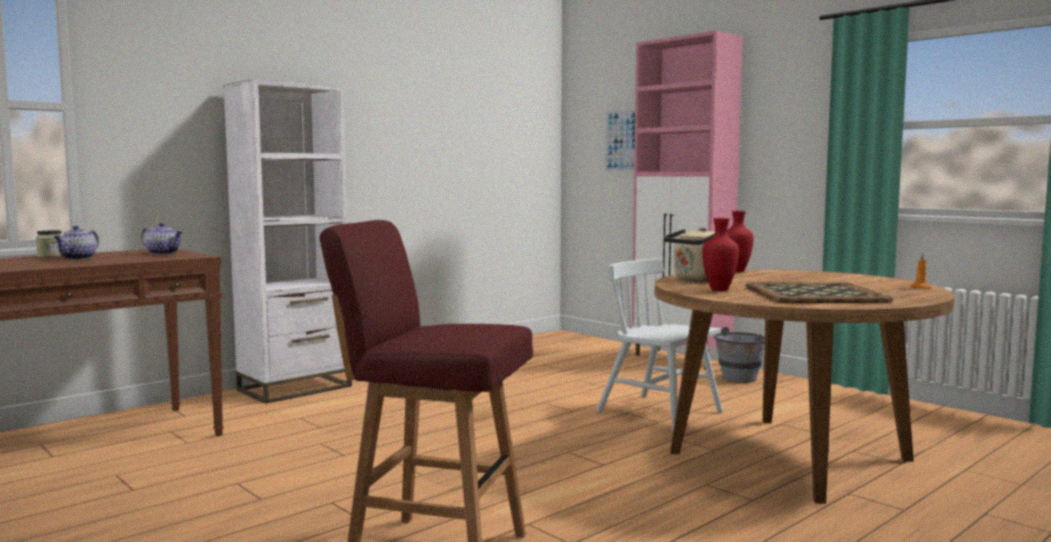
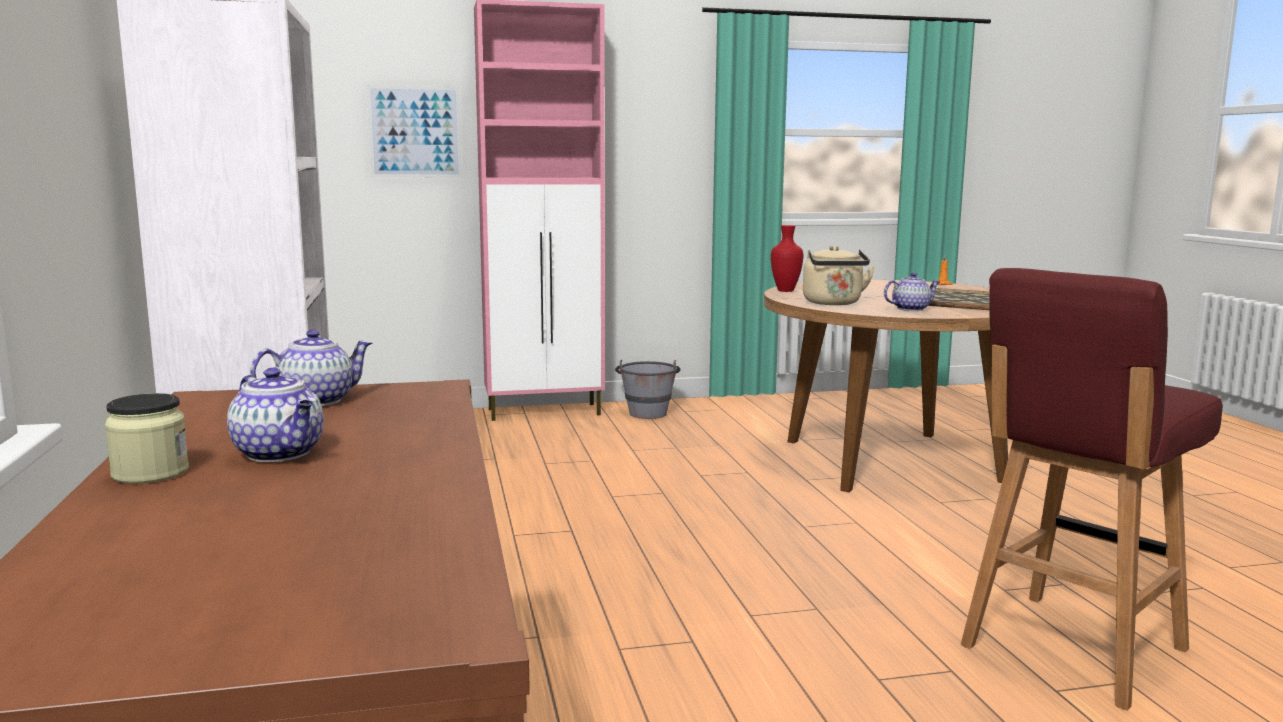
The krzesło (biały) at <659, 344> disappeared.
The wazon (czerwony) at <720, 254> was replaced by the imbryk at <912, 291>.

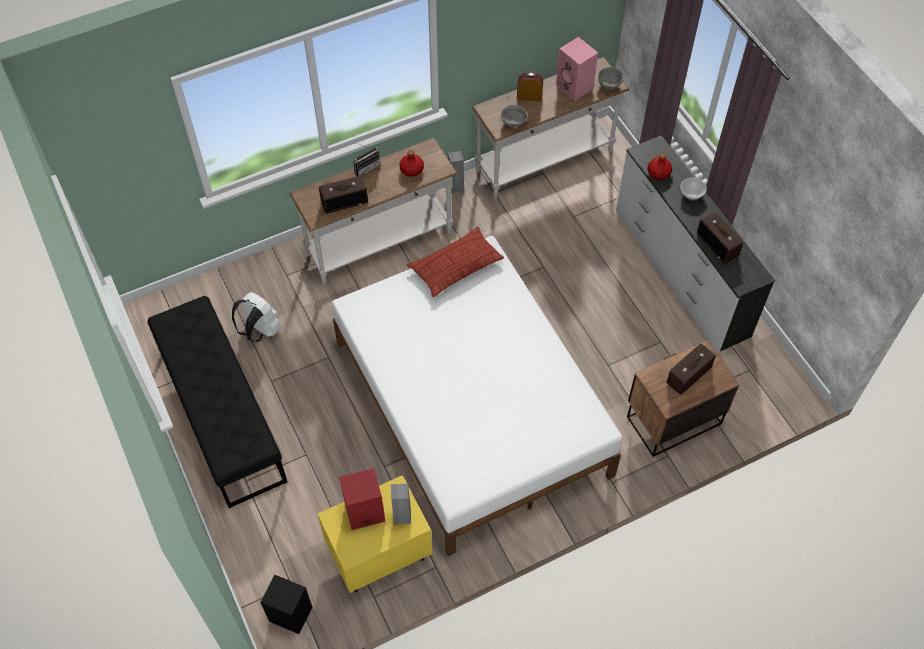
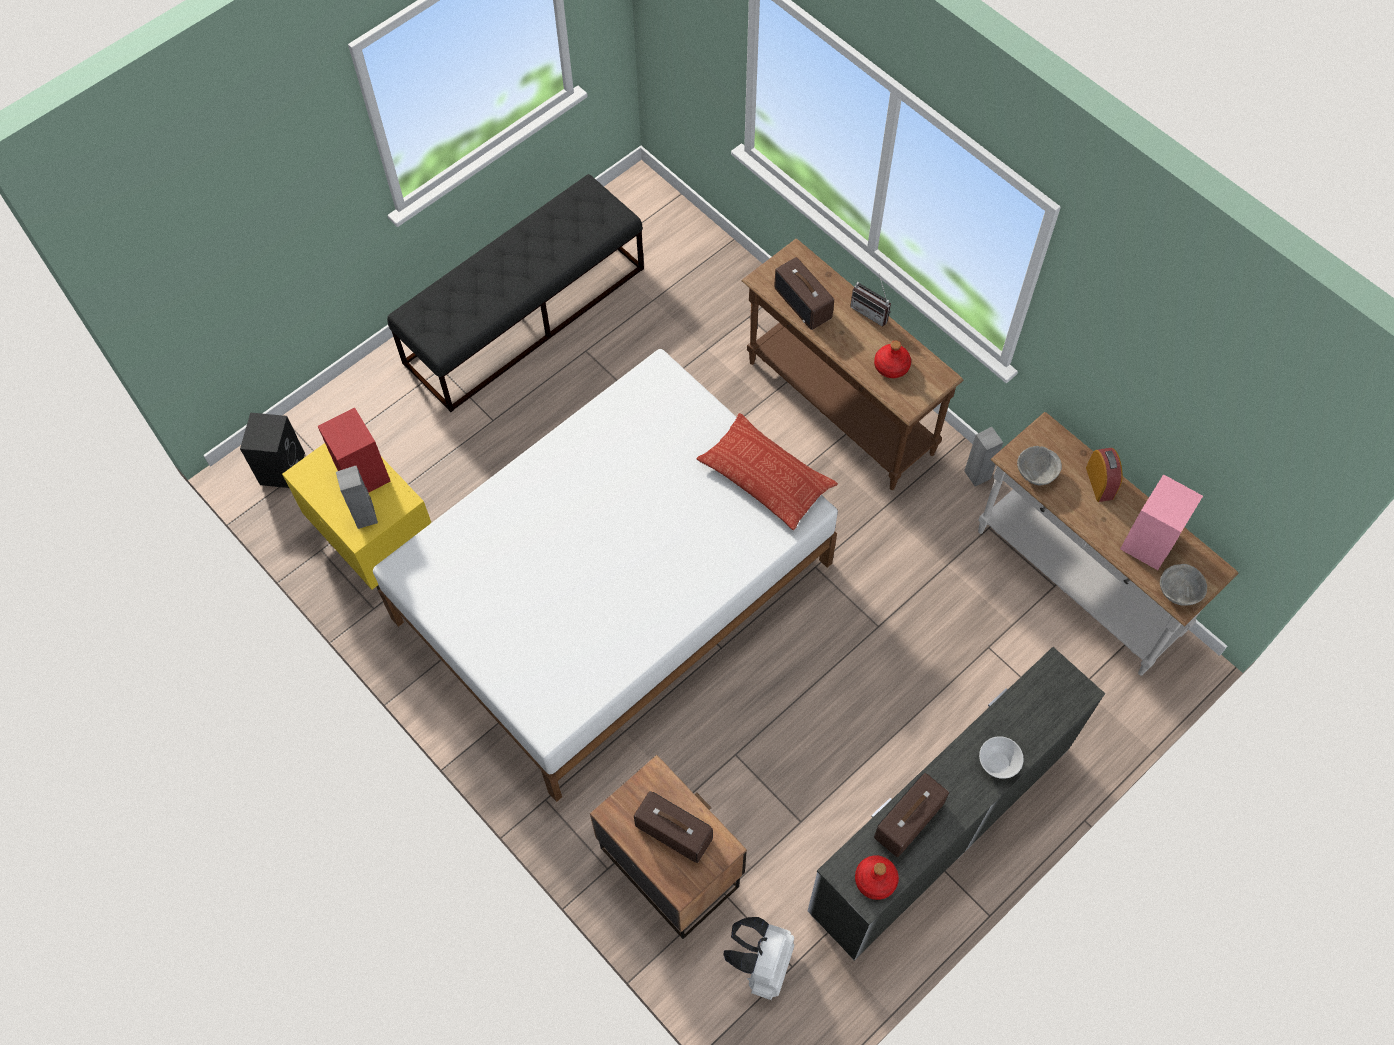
The plecak (biały) moved from <257, 317> to <759, 958>.
The stolik konsolowy (biały) at <374, 211> became the stolik konsolowy (brązowy) at <852, 364>.
The butelka (czerwony) moved from <660, 166> to <877, 878>.

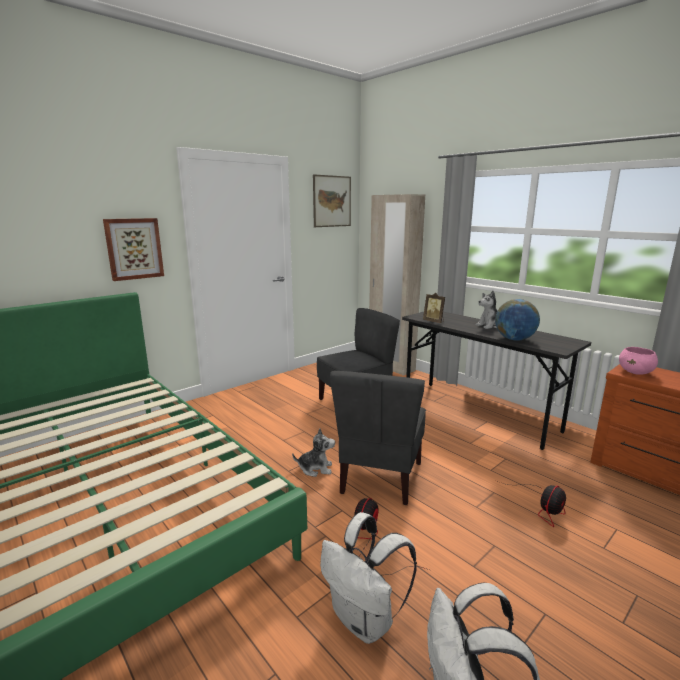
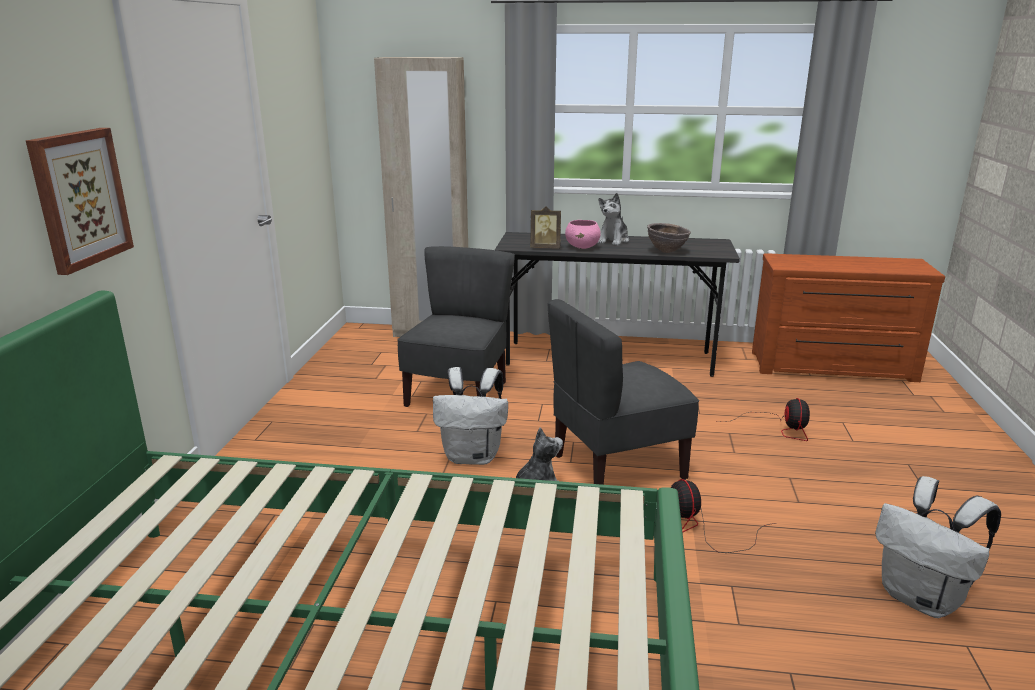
The obraz at <332, 200> disappeared.
The plecak (biały) moved from <368, 578> to <470, 416>.
The krzesło (szary) at <378, 438> turned 90 degrees clockwise.
The globus at <517, 320> was replaced by the miska (brązowy) at <669, 238>.
The miska (różowy) moved from <638, 361> to <583, 234>.

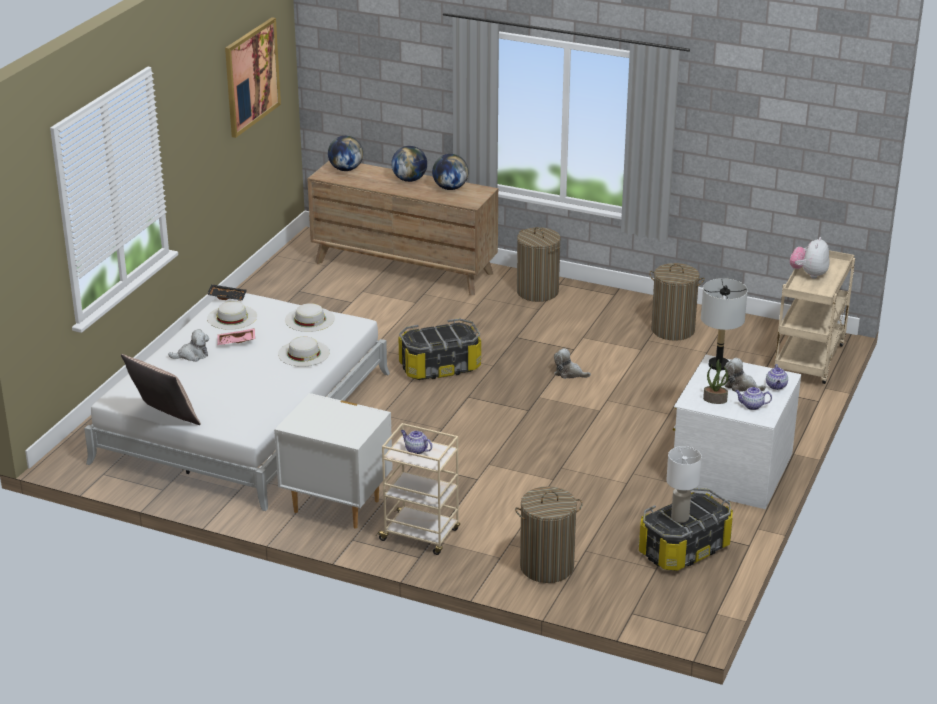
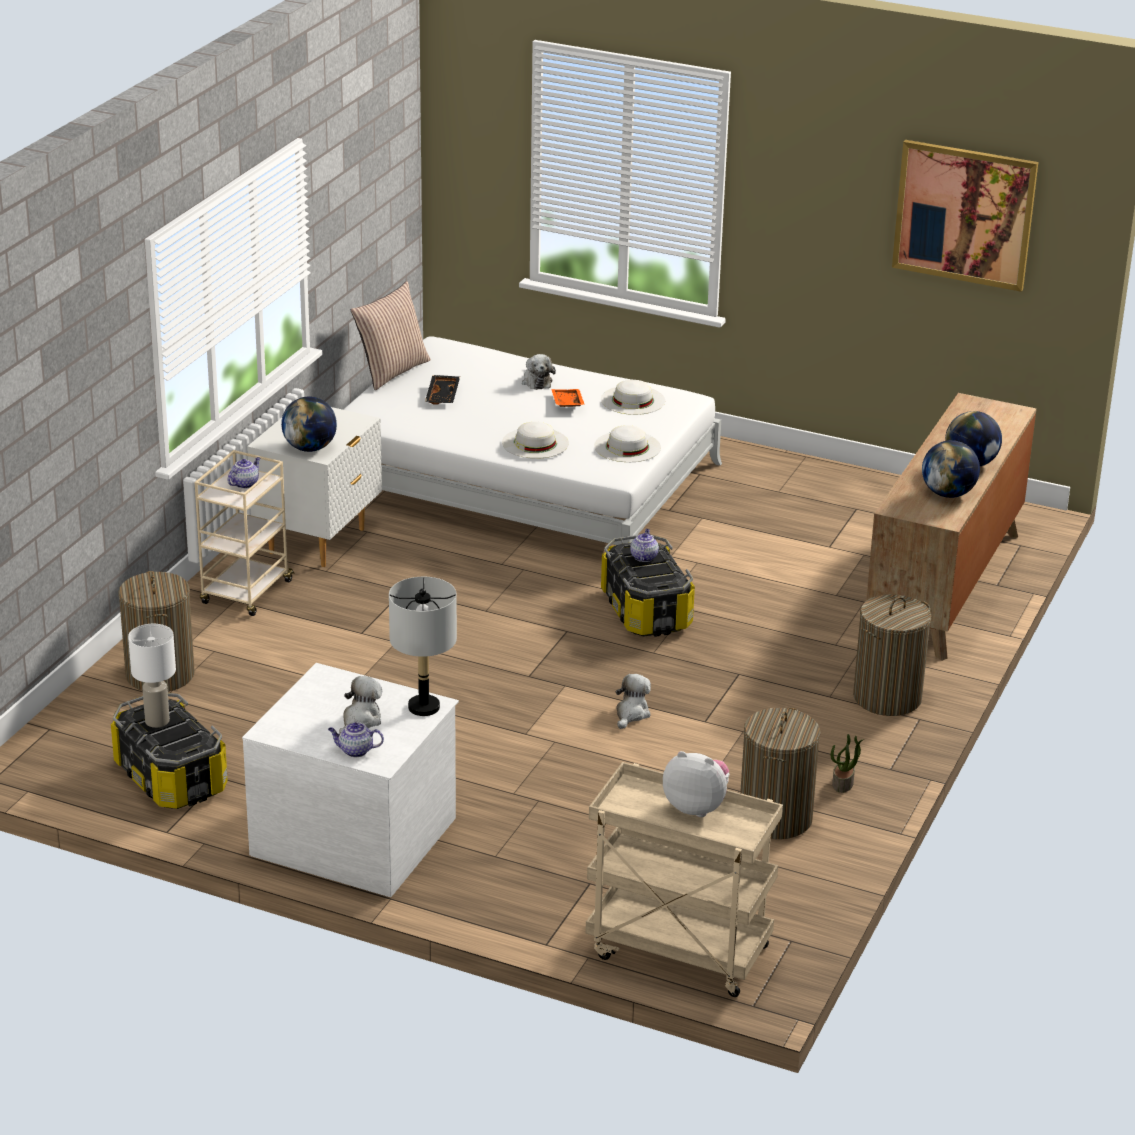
The taca (czarny) moved from <227, 292> to <442, 390>.
The taca (różowy) at <236, 336> became the taca (pomarańczowy) at <568, 398>.
The globus moved from <345, 153> to <309, 424>.
The roślina doniczkowa moved from <715, 381> to <847, 763>.
The imbryk moved from <753, 398> to <644, 545>.

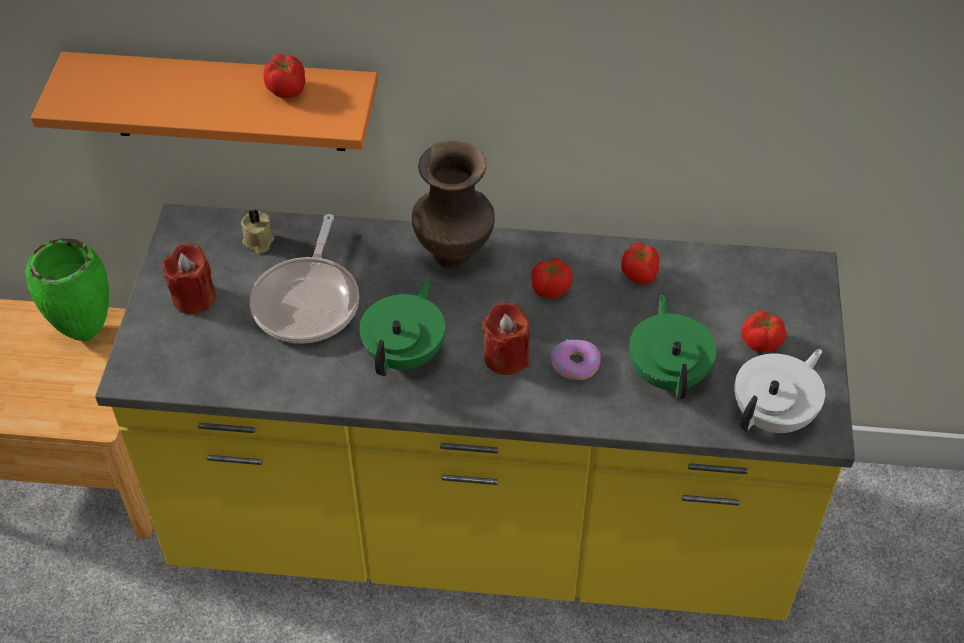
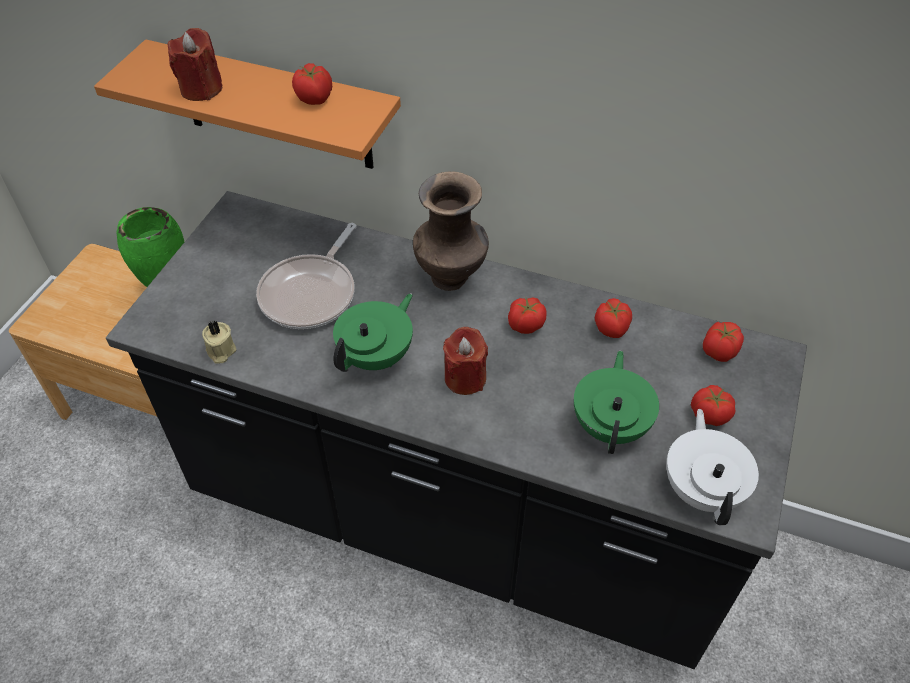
The zabudowa kuchenna (żółty) at <475, 412> became the zabudowa kuchenna (czarny) at <456, 430>.
The świeca (czerwony) moved from <189, 278> to <194, 64>.
The świeca (beżowy) moved from <257, 231> to <219, 342>.
The donut at <576, 359> disappeared.
The imbryk (biały) at <780, 391> turned 60 degrees counterclockwise.
The pomidor at <723, 342> appeared.

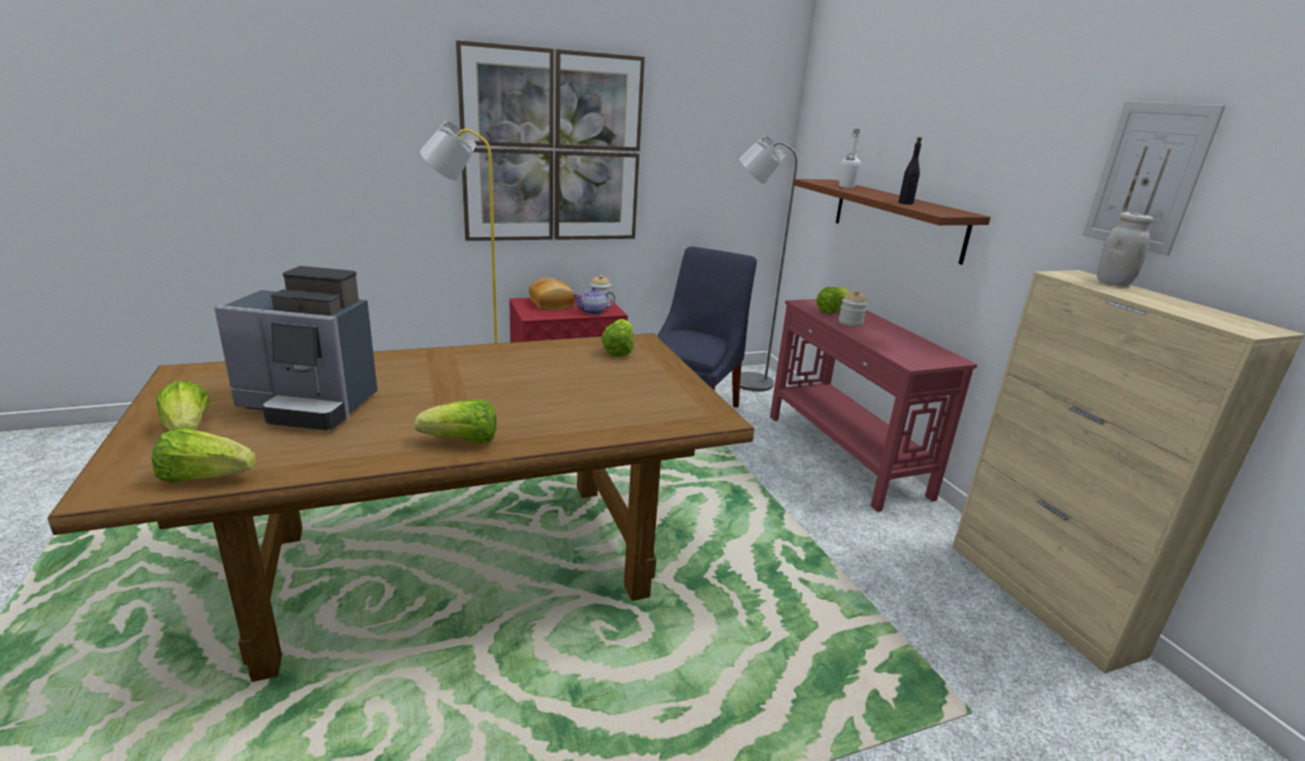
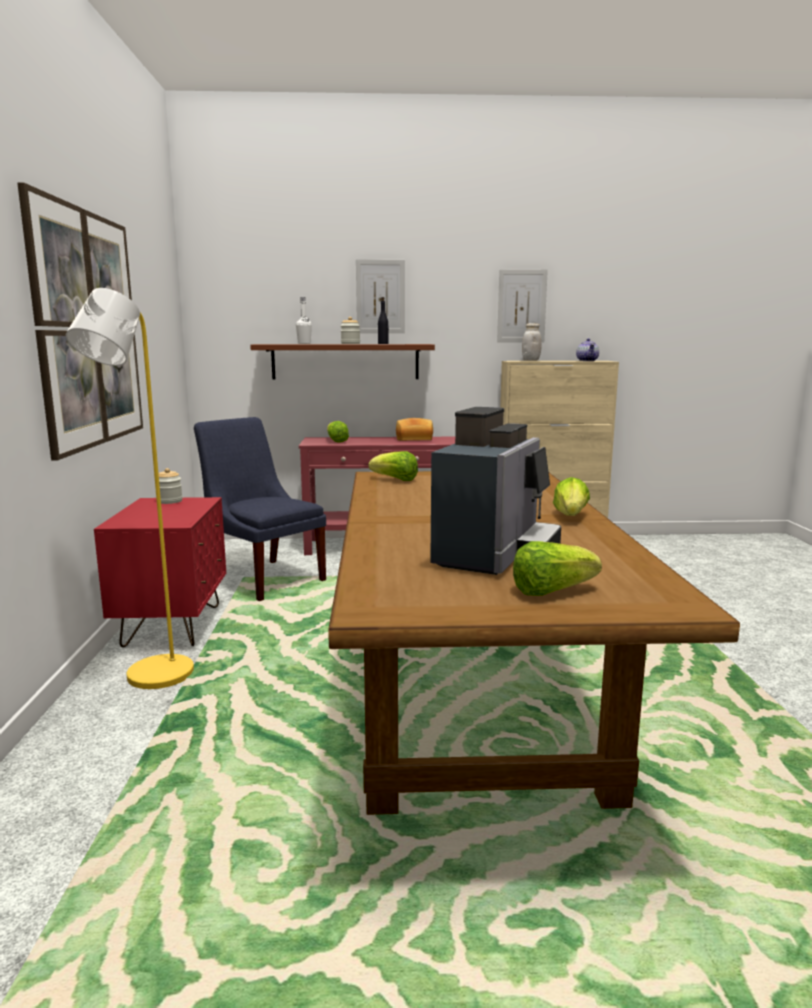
The sałata at <204, 455> disappeared.
The chleb moved from <552, 294> to <414, 429>.
The imbryk moved from <593, 301> to <587, 349>.
The lampa stojąca (szary) at <768, 263> disappeared.
The słoik moved from <853, 308> to <350, 330>.
The obraz at <380, 296> appeared.

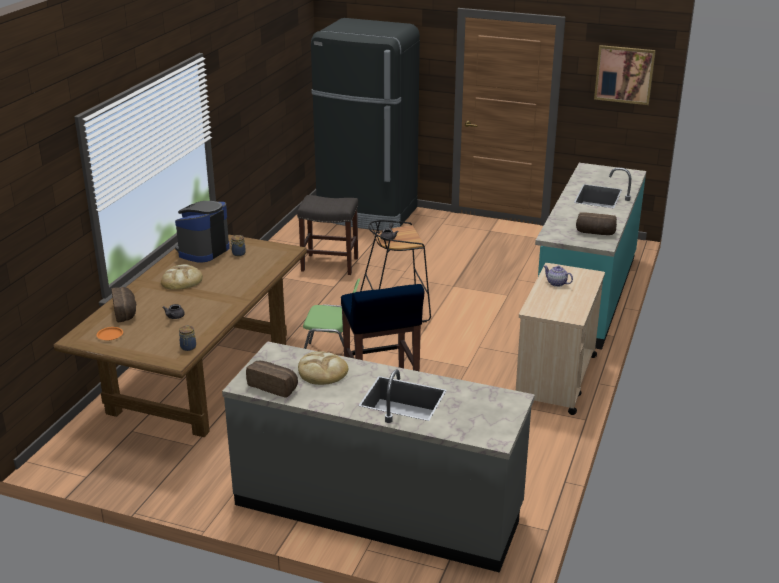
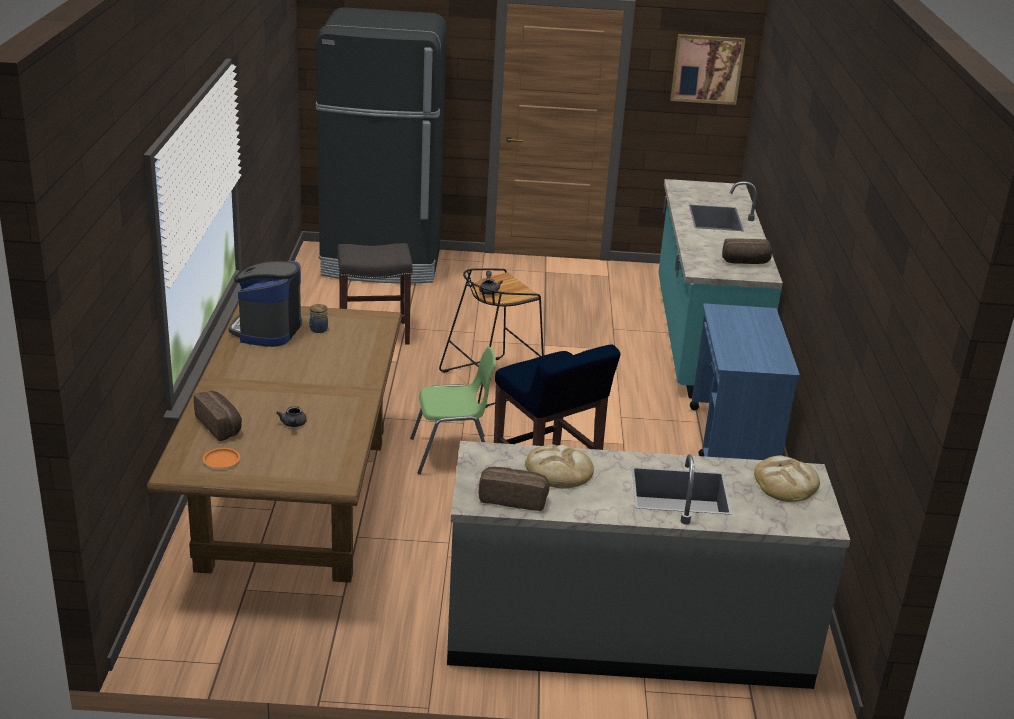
The chleb moved from <182, 277> to <787, 479>.
The słoik at <187, 338> disappeared.
The wózek (beżowy) at <560, 339> became the wózek (niebieski) at <745, 382>.
The imbryk at <558, 276> disappeared.

